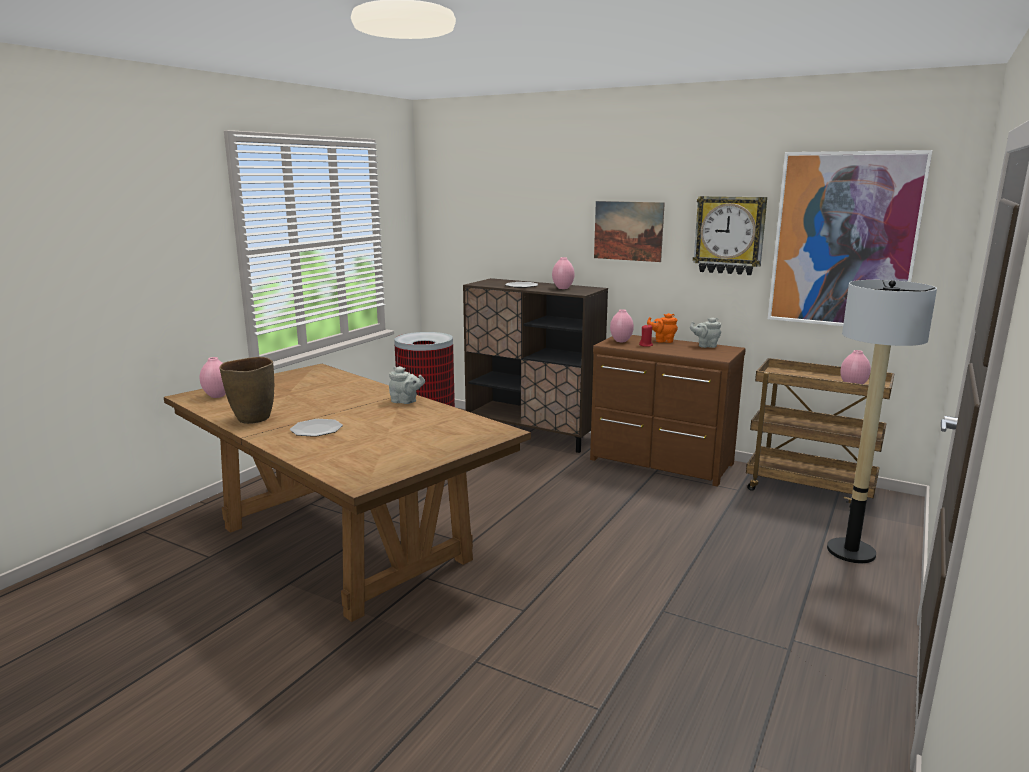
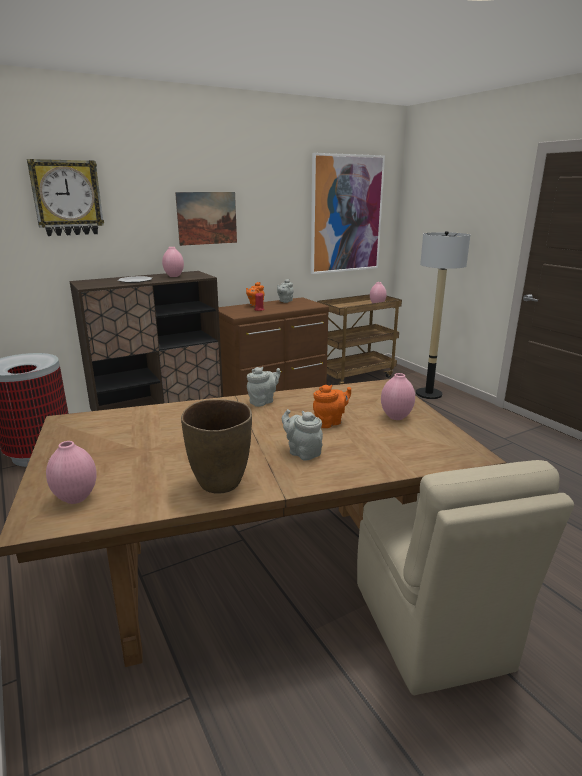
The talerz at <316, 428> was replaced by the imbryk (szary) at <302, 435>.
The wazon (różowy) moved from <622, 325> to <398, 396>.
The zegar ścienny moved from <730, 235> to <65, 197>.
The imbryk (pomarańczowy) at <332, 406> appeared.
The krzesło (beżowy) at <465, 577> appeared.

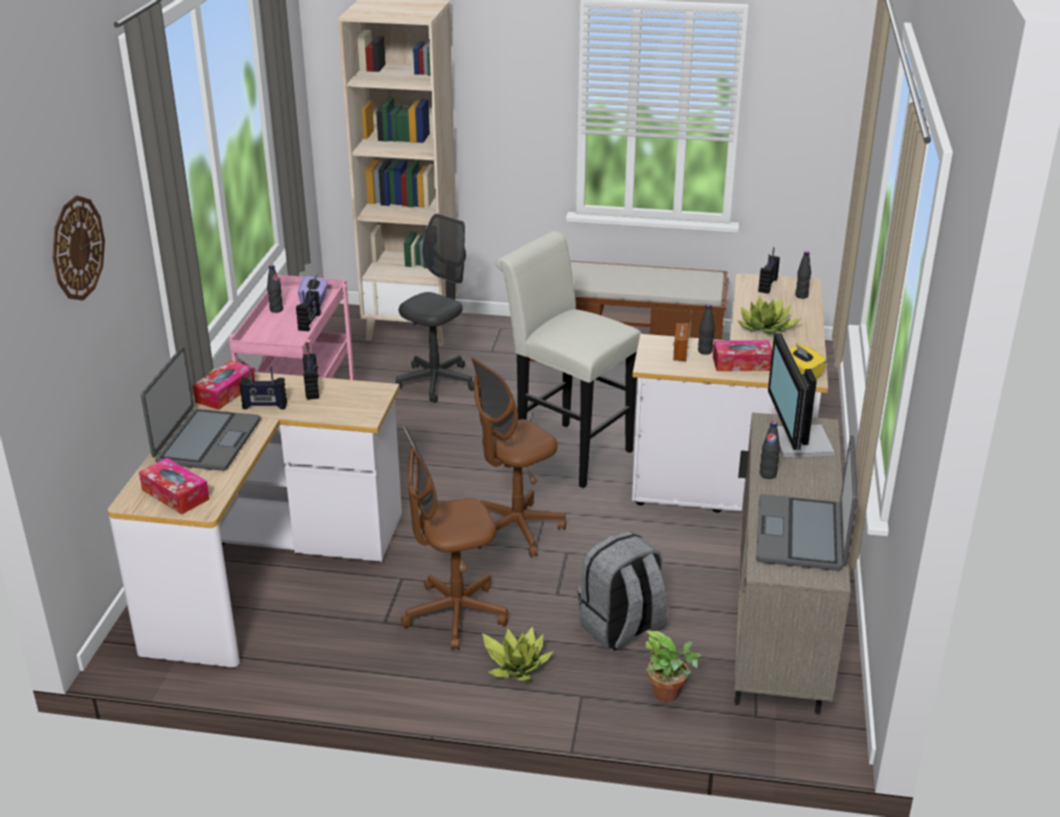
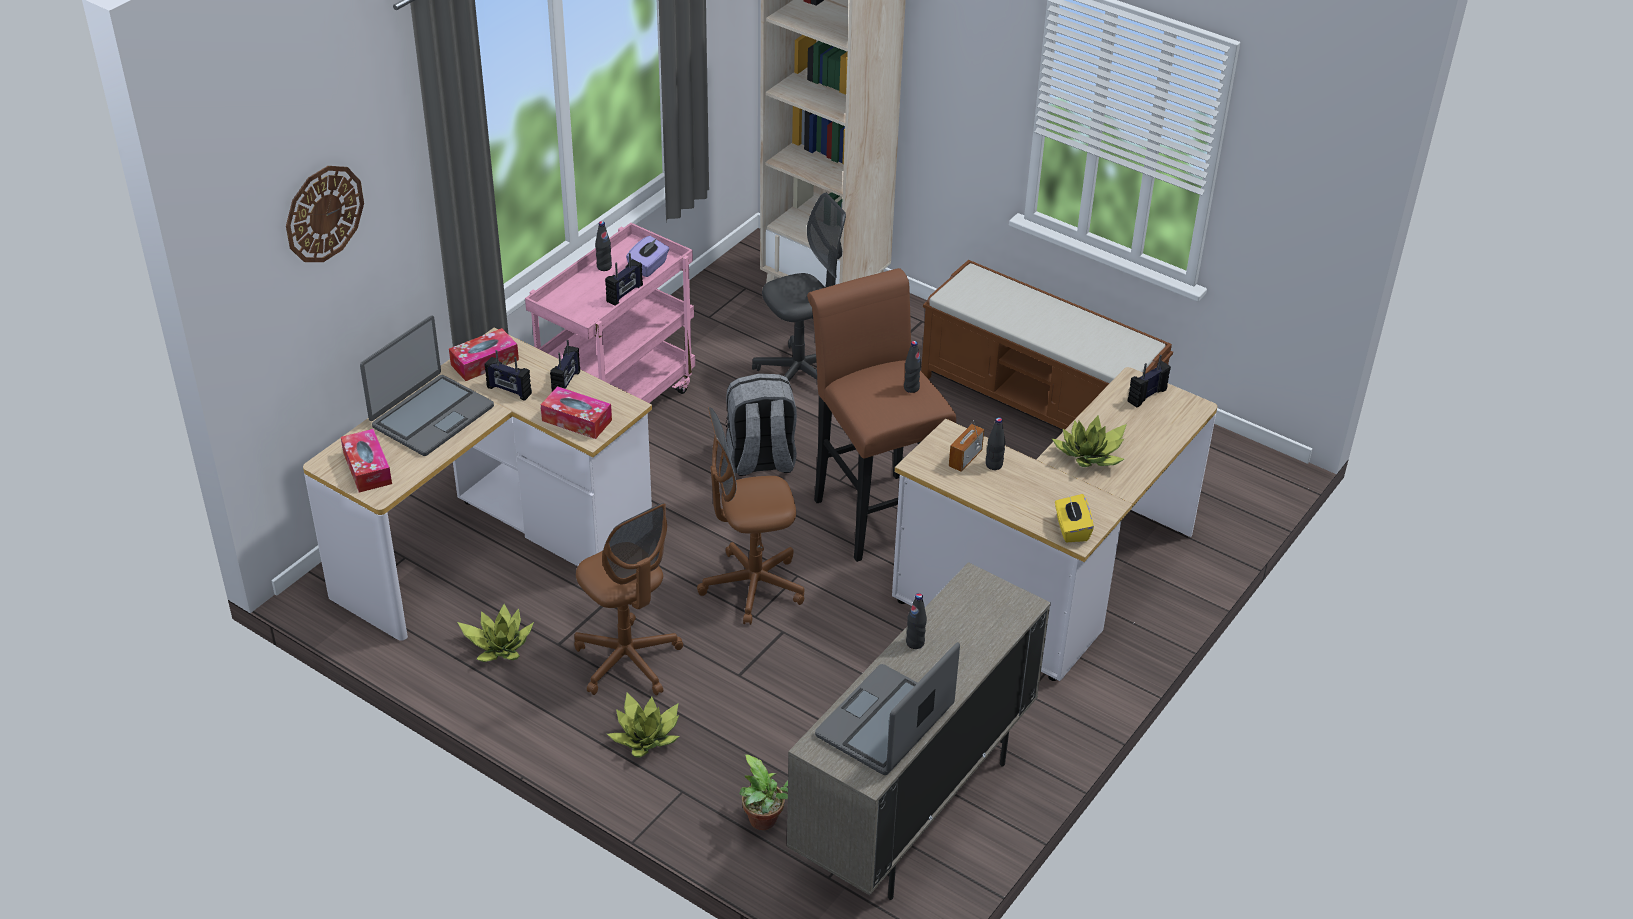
The krzesło biurowe (brązowy) at <454, 537> turned 135 degrees counterclockwise.
The stołek (biały) at <569, 359> became the stołek (brązowy) at <881, 415>.
The plecak (szary) moved from <622, 591> to <761, 424>.
The pudełko chusteczek moved from <742, 355> to <576, 412>.
The monitor at <801, 395> disappeared.
The butelka (czarny) moved from <803, 275> to <912, 367>.
The roślina doniczkowa at <495, 633> appeared.

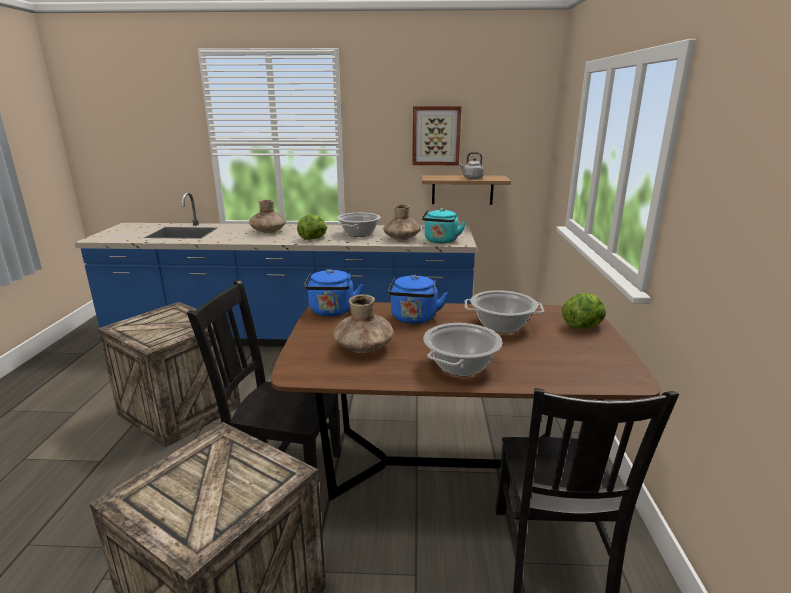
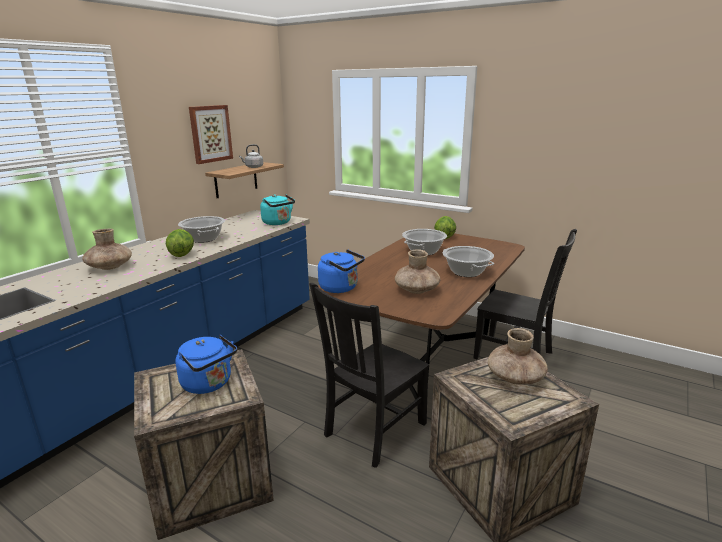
The wazon (brązowy) moved from <402, 222> to <518, 356>.
The czajnik (niebieski) moved from <418, 299> to <206, 364>.

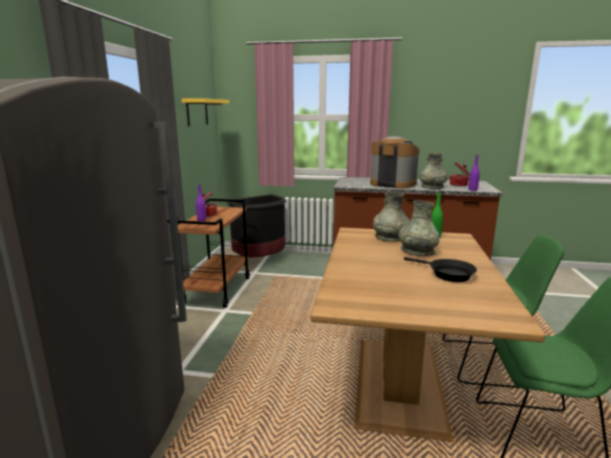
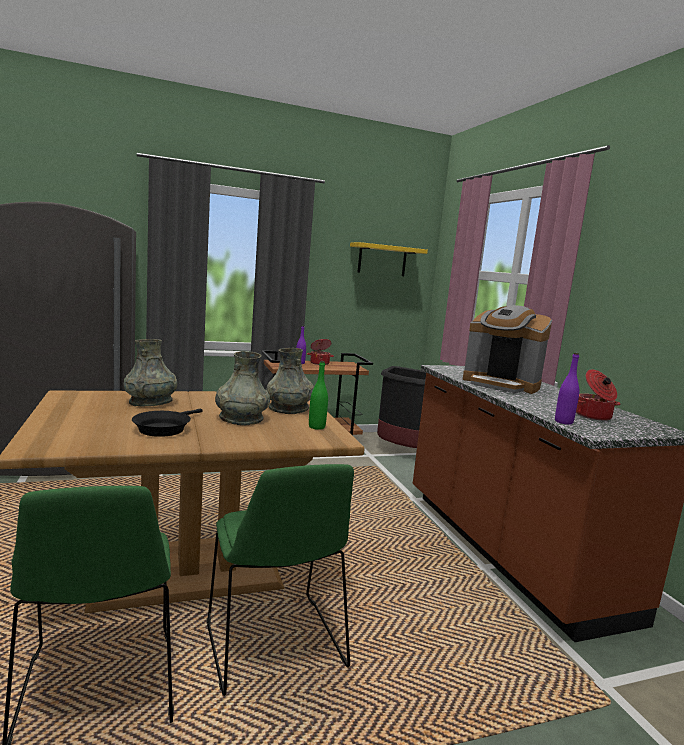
The ekspres do kawy at <395, 162> turned 120 degrees clockwise.
The wazon (szary) moved from <434, 171> to <150, 372>.

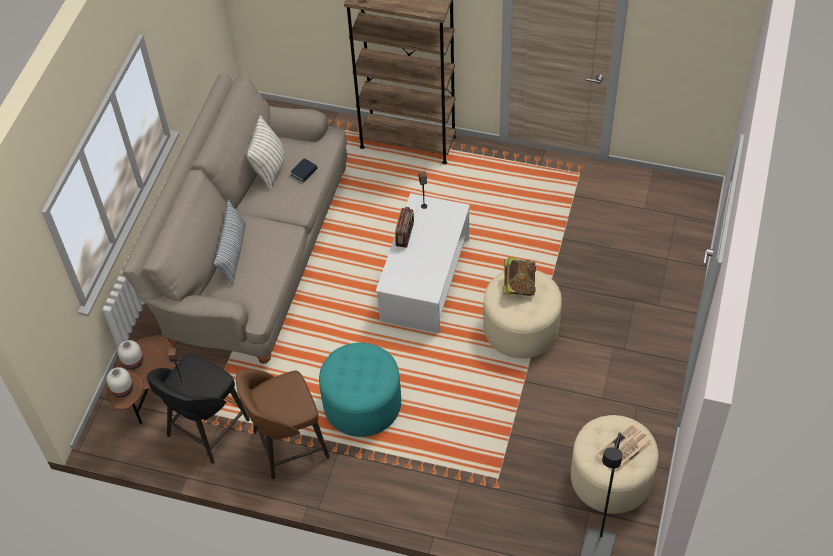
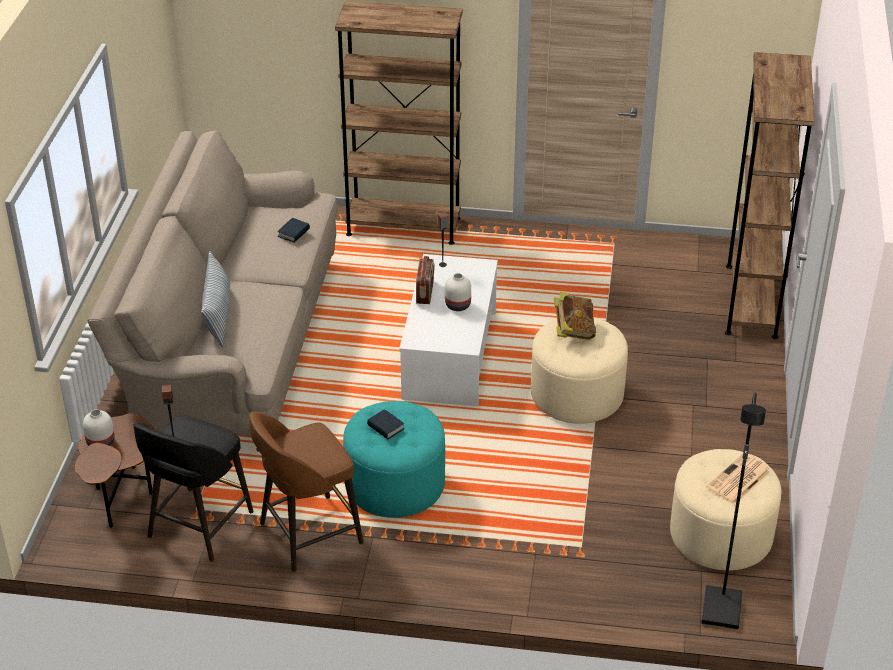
The wazon (biały) moved from <119, 382> to <458, 292>.
The poduszka at <266, 153> disappeared.
The książka at <385, 424> appeared.
The regał (brązowy) at <770, 195> appeared.

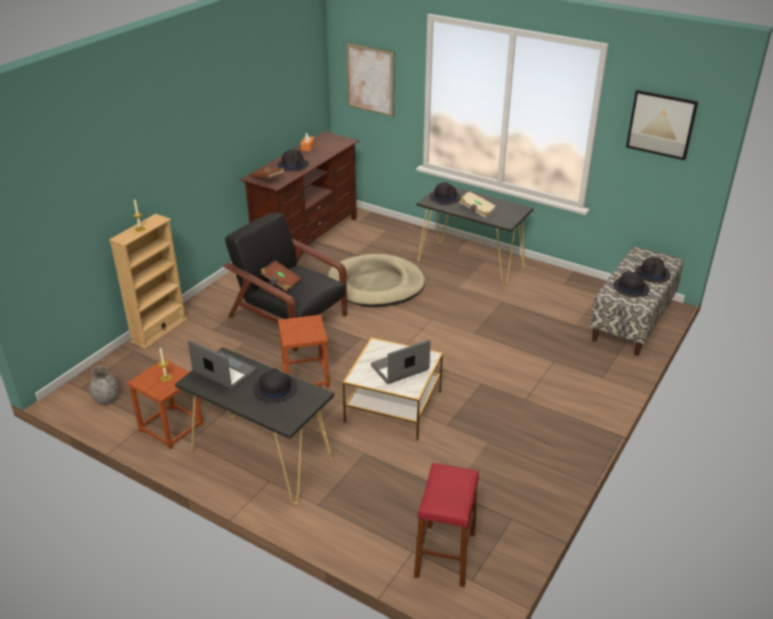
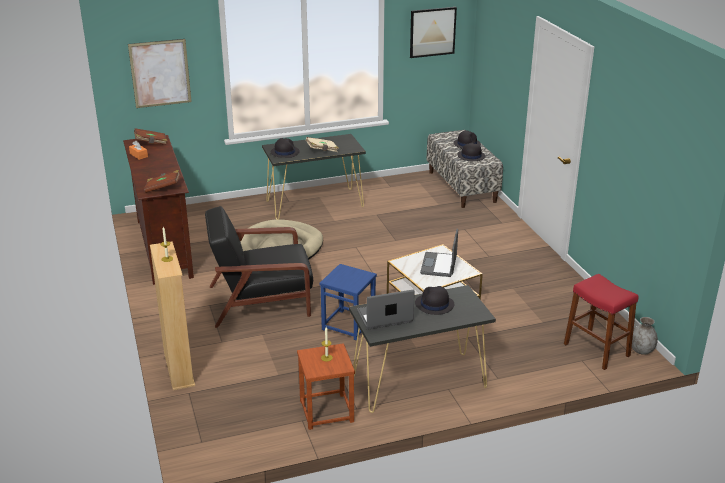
The wazon (szary) moved from <104, 385> to <645, 336>.
The książka (brązowy) moved from <281, 276> to <150, 137>.
The kapelusz (czarny) at <293, 160> disappeared.
The stołek (brązowy) at <303, 351> became the stołek (niebieski) at <348, 302>.

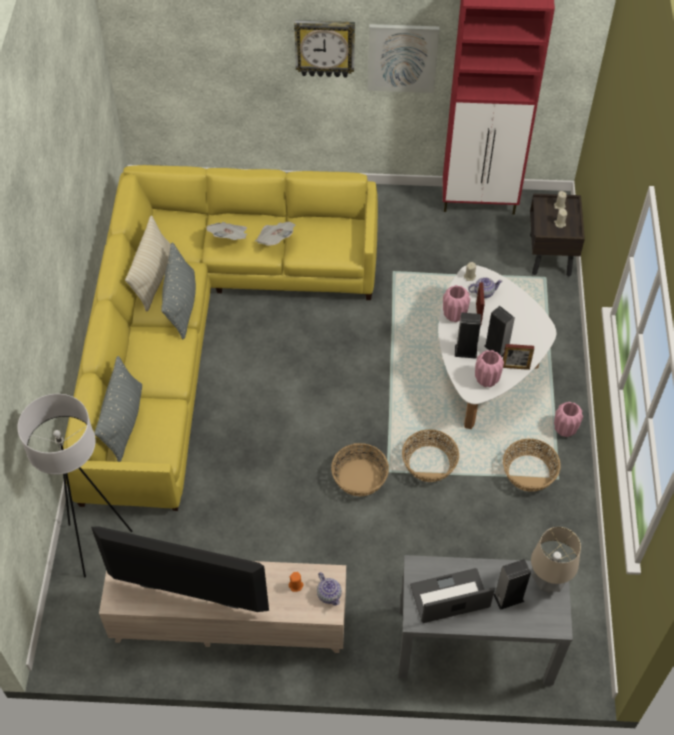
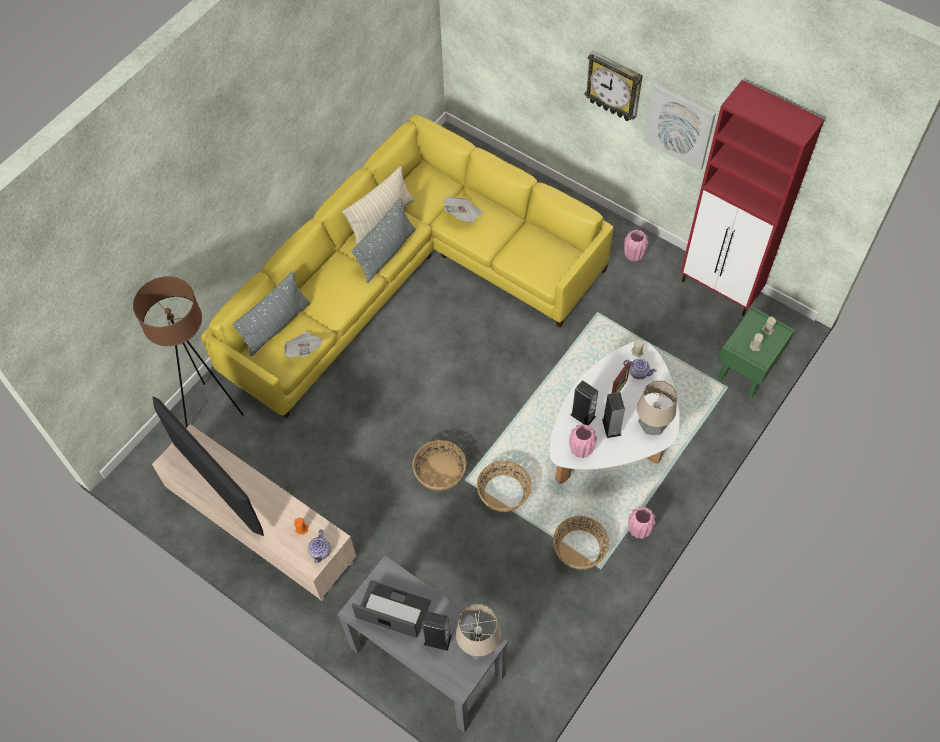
The lampa stojąca (biały) at <75, 486> became the lampa stojąca (brązowy) at <188, 352>.
The gazeta moved from <275, 233> to <303, 344>.
The wazon (różowy) moved from <456, 303> to <636, 246>.
The ramka na zdjęcie at <518, 357> disappeared.
The szafka nocna (brązowy) at <557, 235> became the szafka nocna (zielony) at <756, 352>.
The lampa stołowa at <657, 407> appeared.

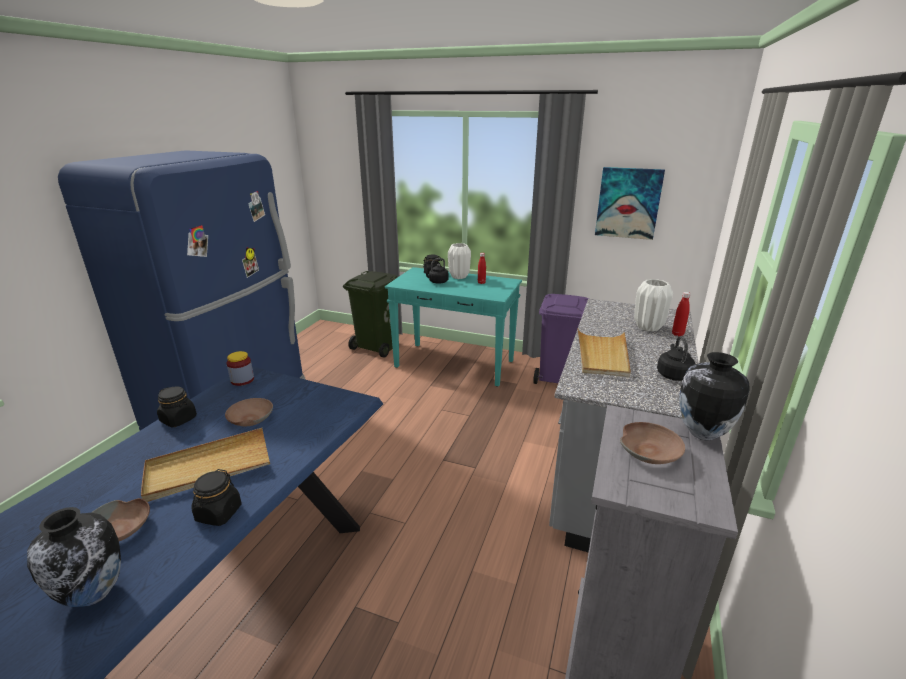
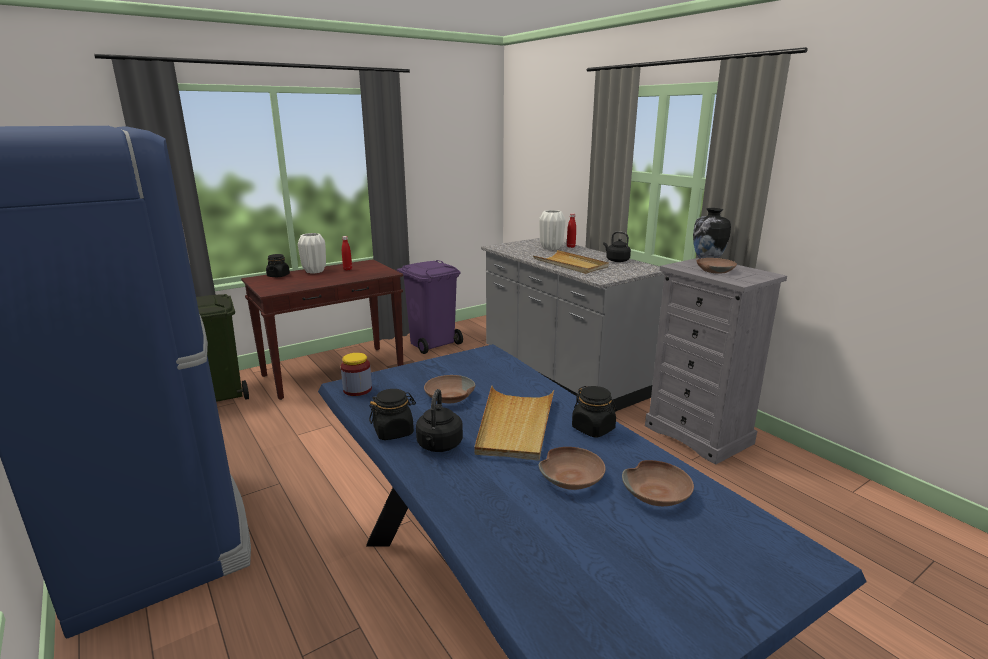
The wazon at <74, 557> was replaced by the miska (brązowy) at <658, 483>.
The stolik konsolowy (turkusowy) at <453, 327> became the stolik konsolowy (brązowy) at <322, 329>.
The czajnik (czarny) moved from <436, 271> to <439, 420>.
The obraz at <630, 203> disappeared.

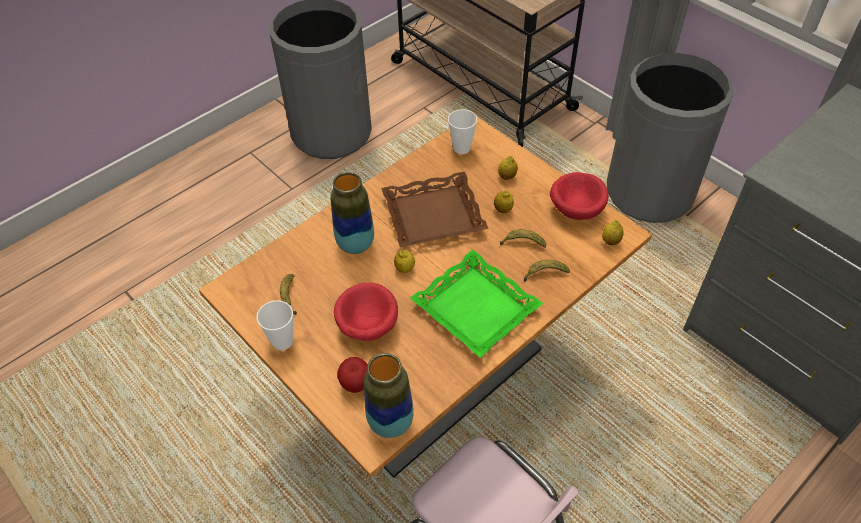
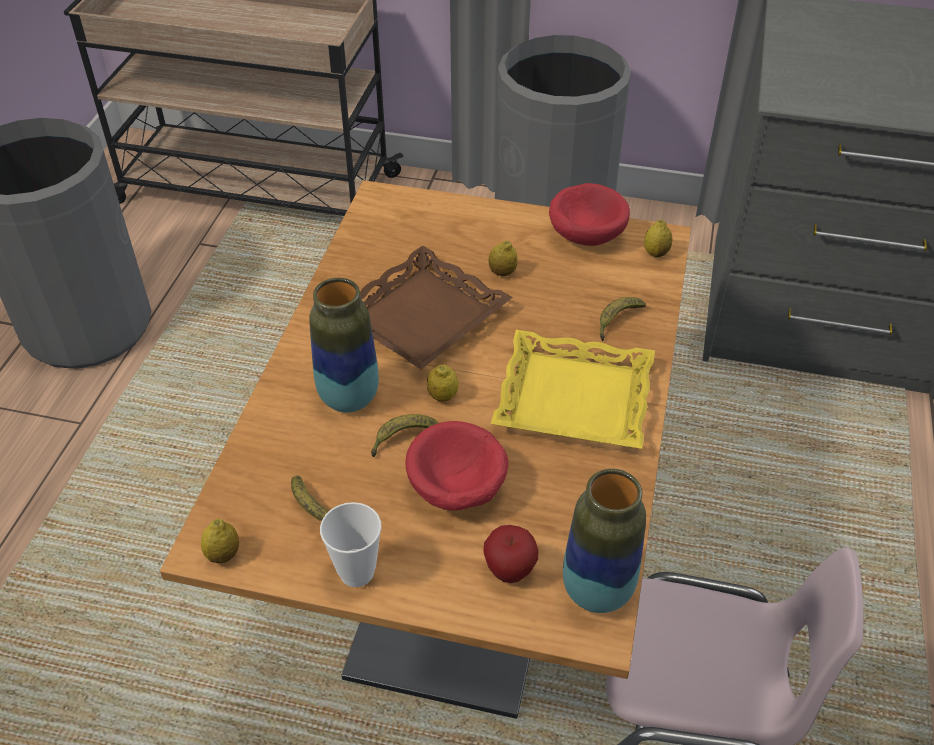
The taca (zielony) at <476, 303> became the taca (żółty) at <573, 389>.
The filiżanka at <462, 131> disappeared.
The cytryna moved from <508, 168> to <220, 540>.
The banan moved from <523, 238> to <404, 435>.

